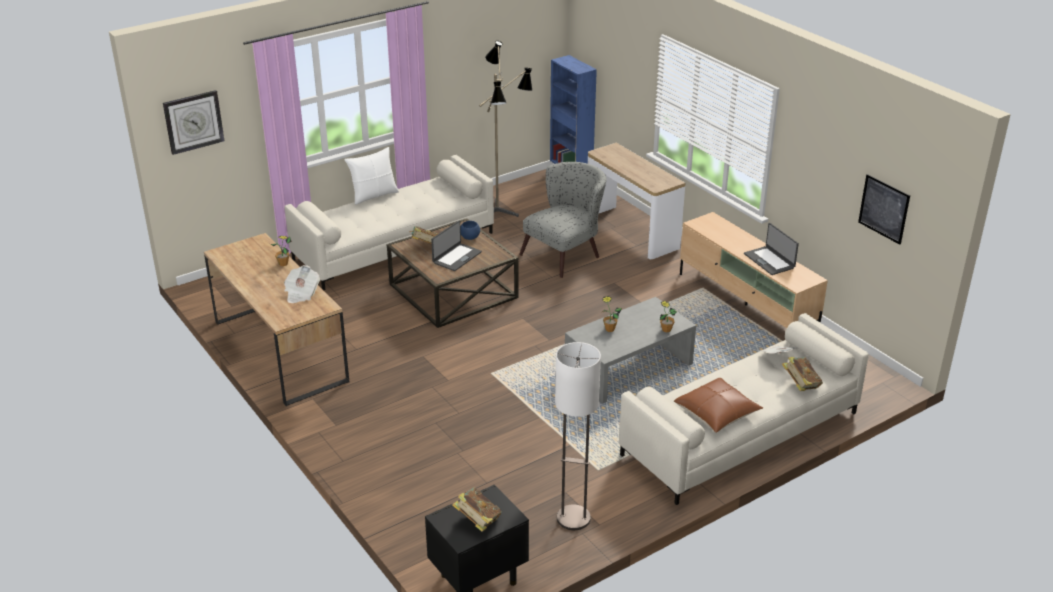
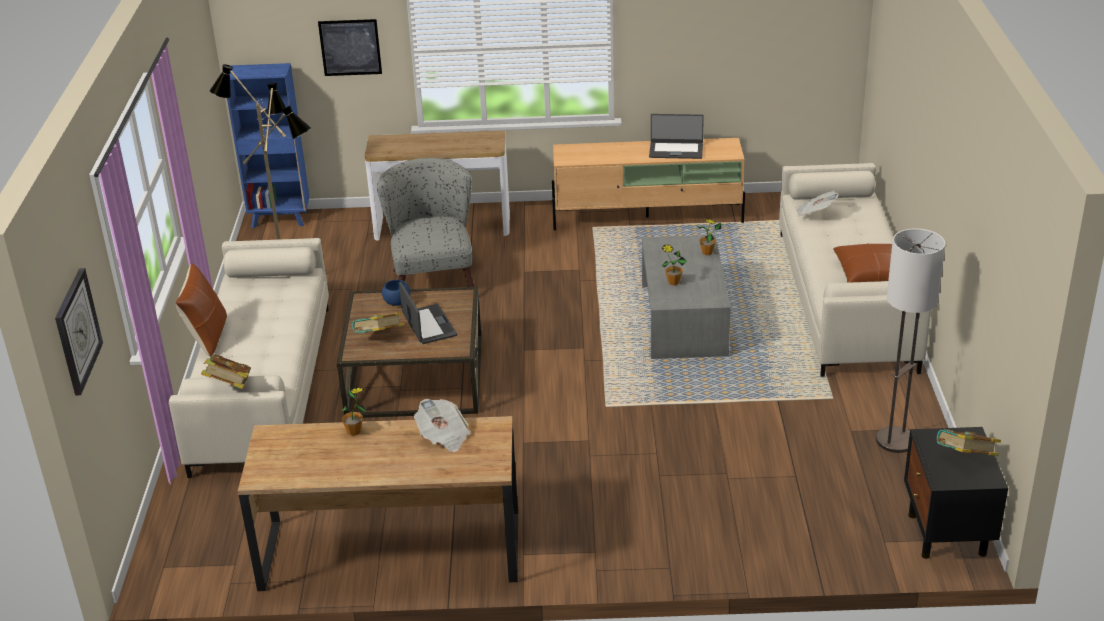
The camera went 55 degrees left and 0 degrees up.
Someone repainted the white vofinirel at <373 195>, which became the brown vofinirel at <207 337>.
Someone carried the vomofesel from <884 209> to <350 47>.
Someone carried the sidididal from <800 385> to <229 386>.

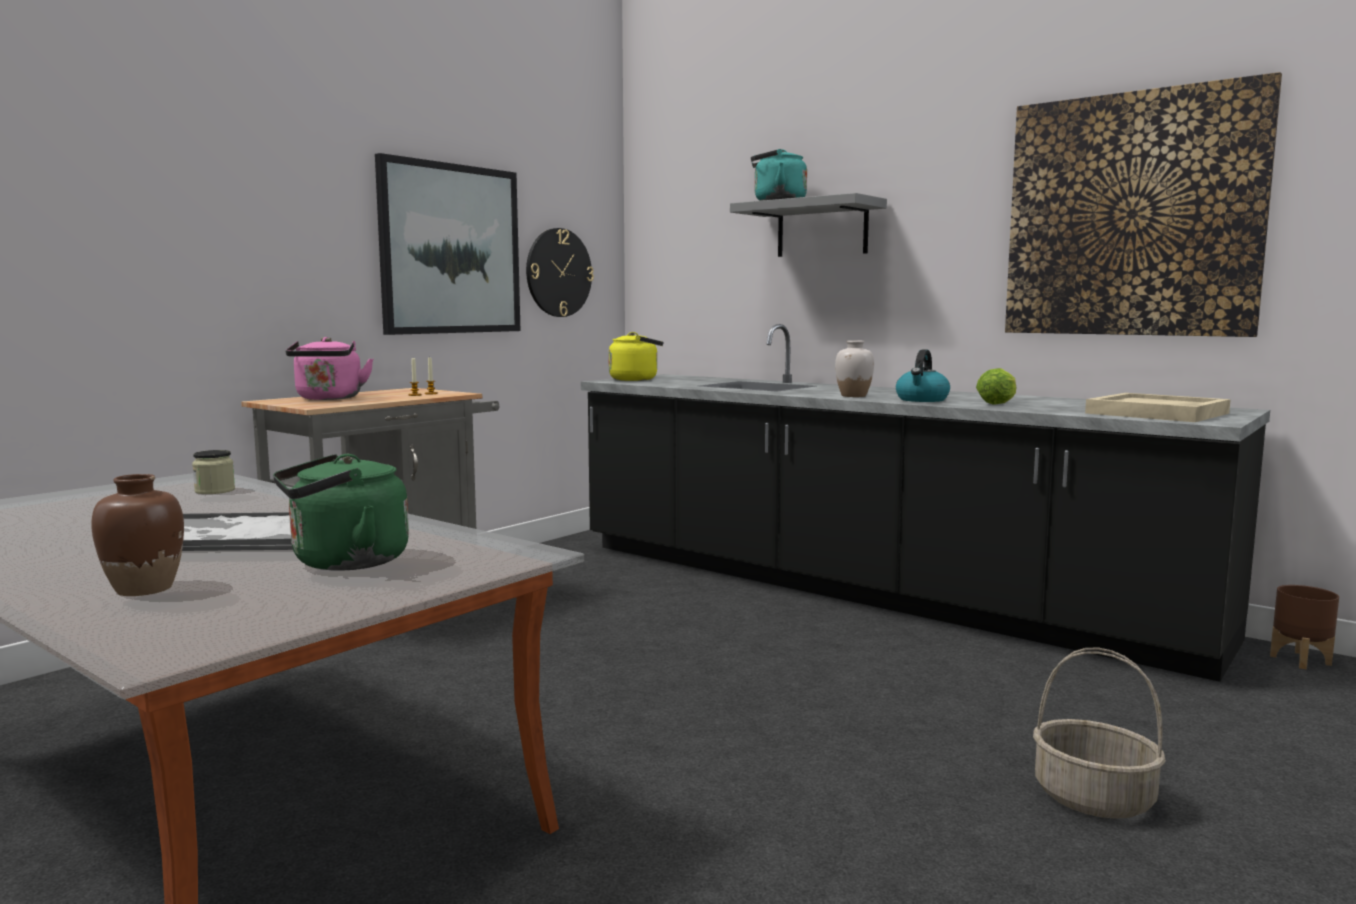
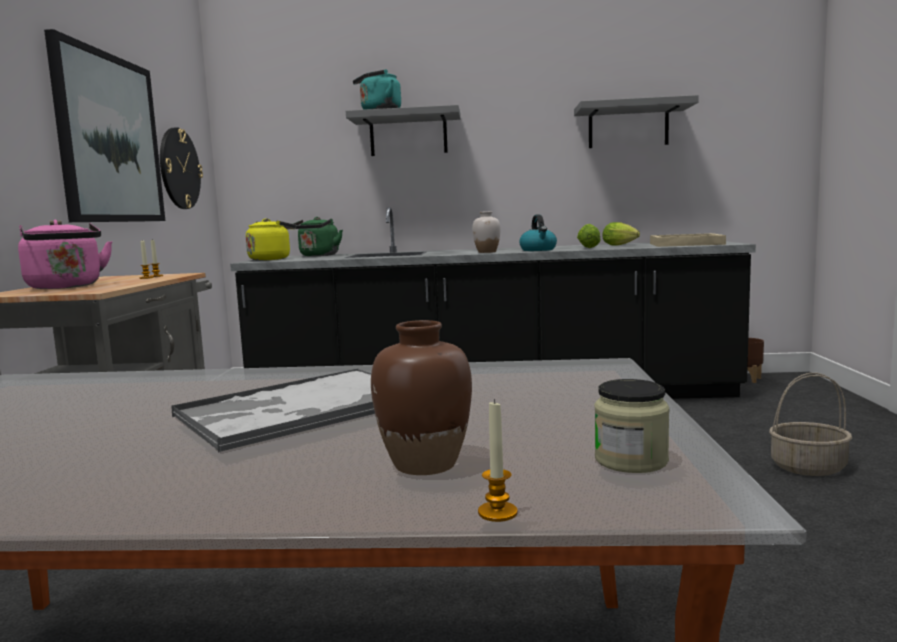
The camera went 35 degrees left and 0 degrees up.
Someone swapped the vomofesel at <1131 215> for the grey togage at <628 126>.
Someone carried the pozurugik from <215 491> to <631 460>.
Someone carried the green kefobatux from <343 563> to <318 255>.
Someone put down the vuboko at <621 245>.
Someone put down the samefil at <497 513>.

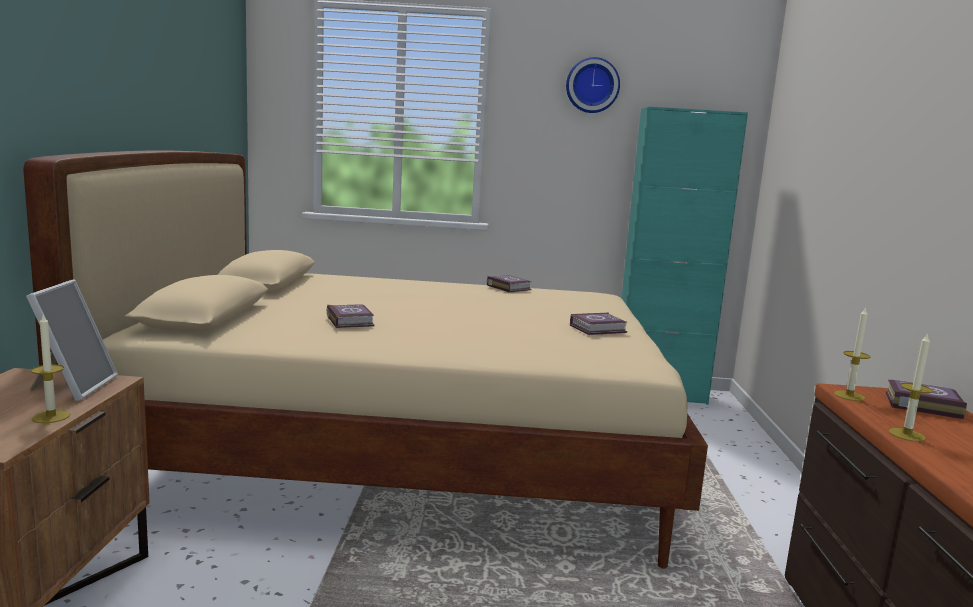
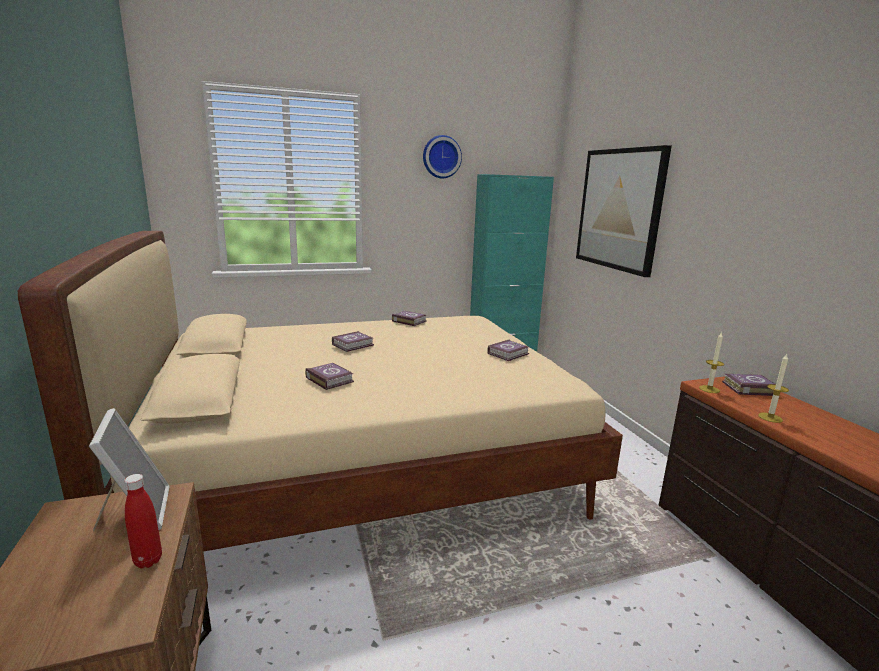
The camera went 20 degrees left and 5 degrees up.
Someone swapped the samefil at <51 417> for the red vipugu at <148 560>.
Someone put up the vomofesel at <619 209>.
Someone put down the sidididal at <354 345>.

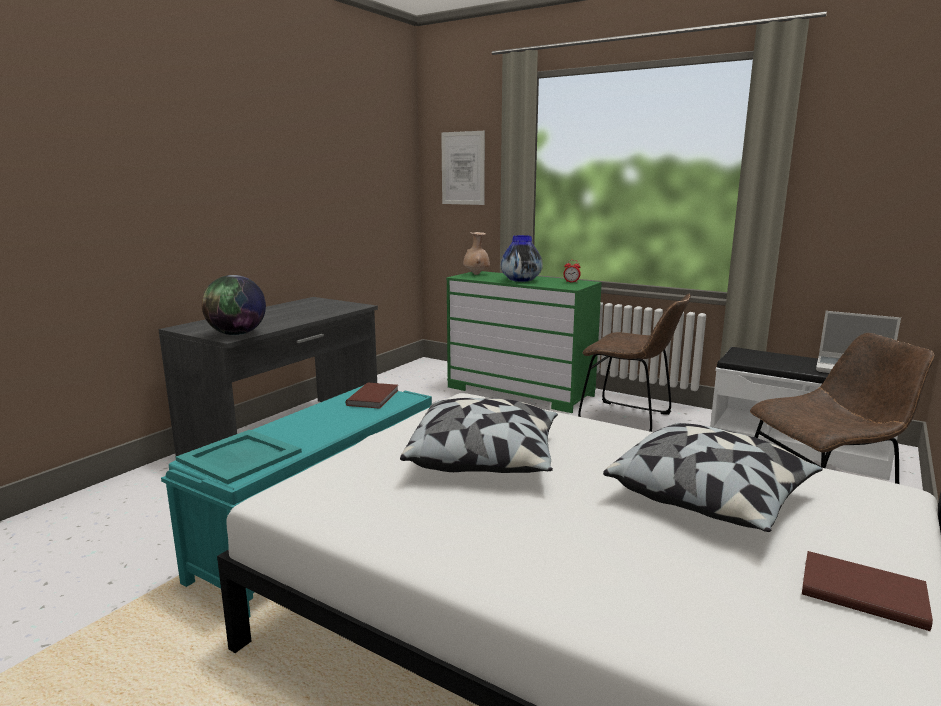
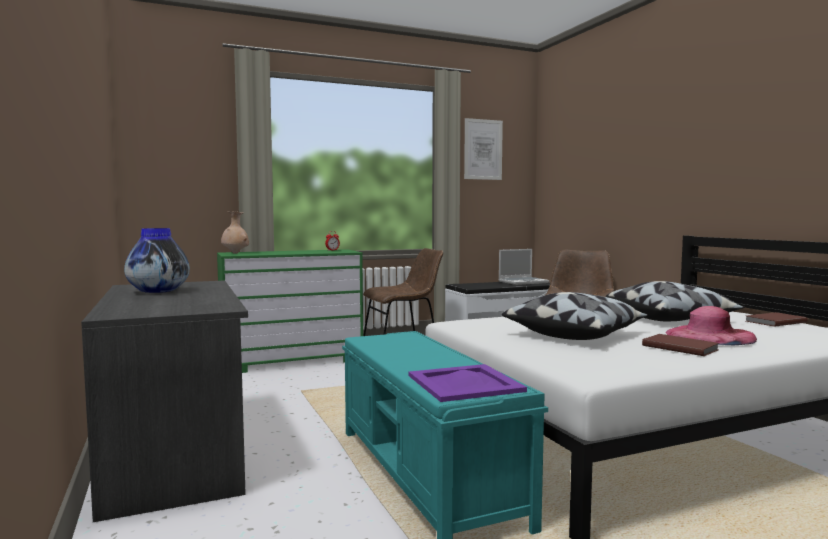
The camera went 55 degrees left and 10 degrees down.
Someone carried the vomofesel from <463 168> to <483 149>.
Someone carried the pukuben from <521 280> to <158 291>.
Someone took away the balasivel at <237 334>.
Someone carried the brown sidididal from <374 397> to <679 347>.
Someone repainted the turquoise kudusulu at <238 456>, which became the purple kudusulu at <464 383>.
Someone put down the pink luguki at <710 335>.

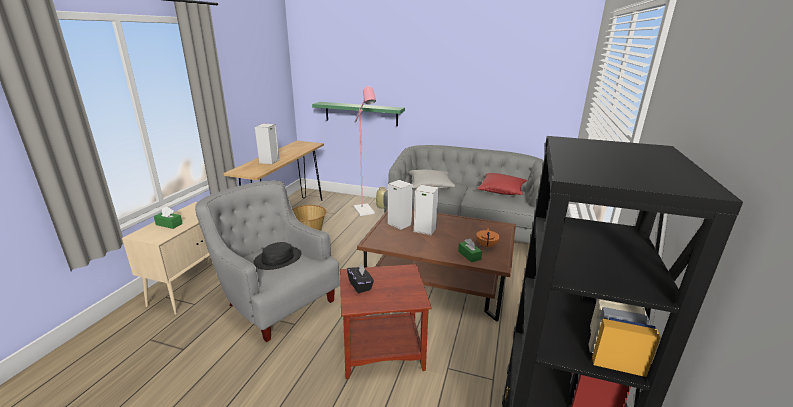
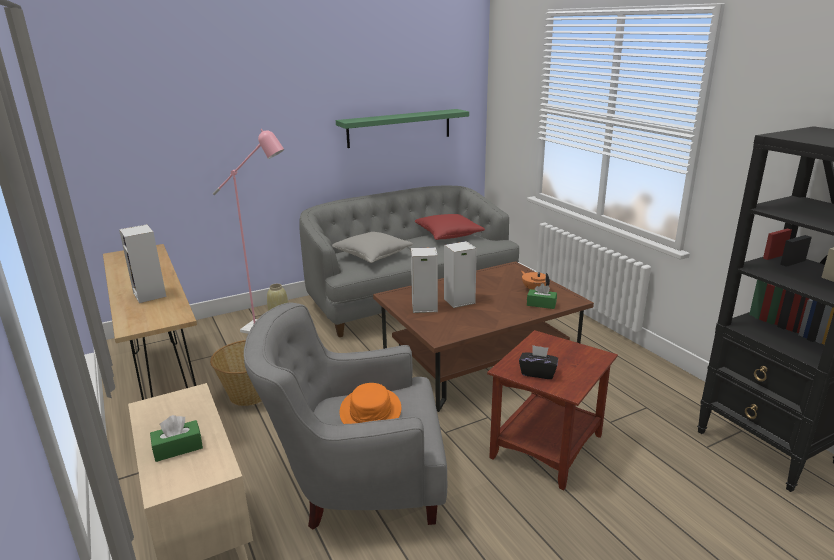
The camera went 45 degrees left and 0 degrees up.
Someone carried the green togage from <361 113> to <399 128>.
Someone repainted the black luguki at <278 259>, which became the orange luguki at <371 411>.

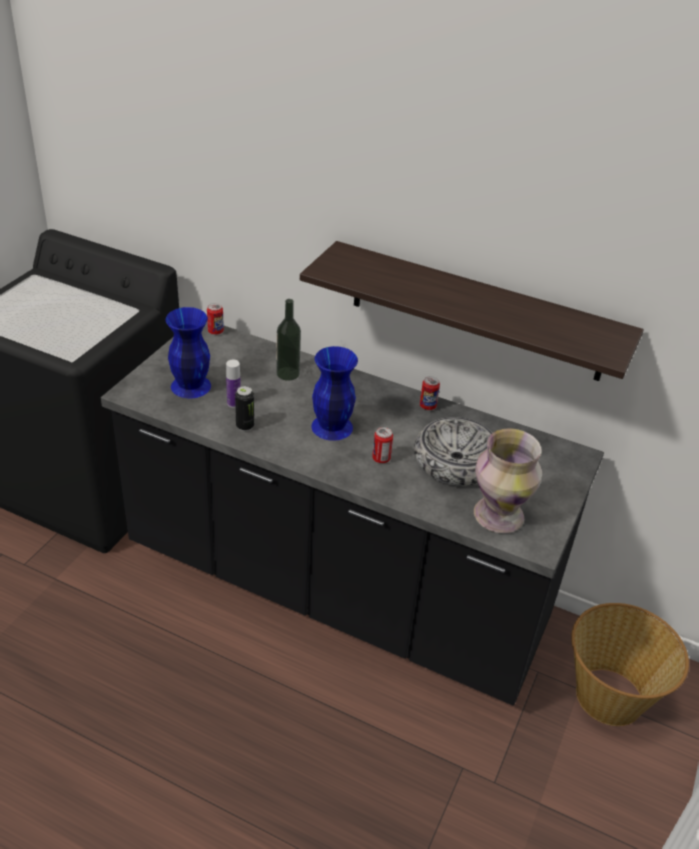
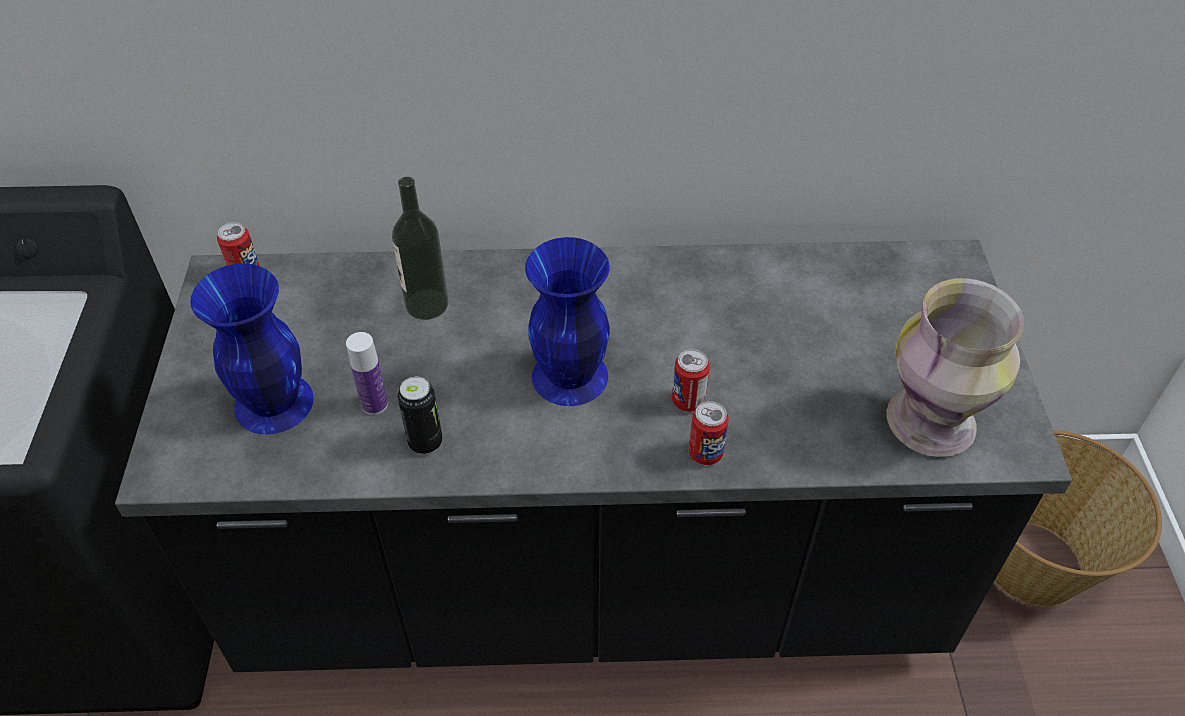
The camera went 25 degrees left and 10 degrees up.
Someone took away the togage at <476 312>.
Someone carried the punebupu from <427 406> to <705 453>.
Someone took away the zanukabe at <455 461>.

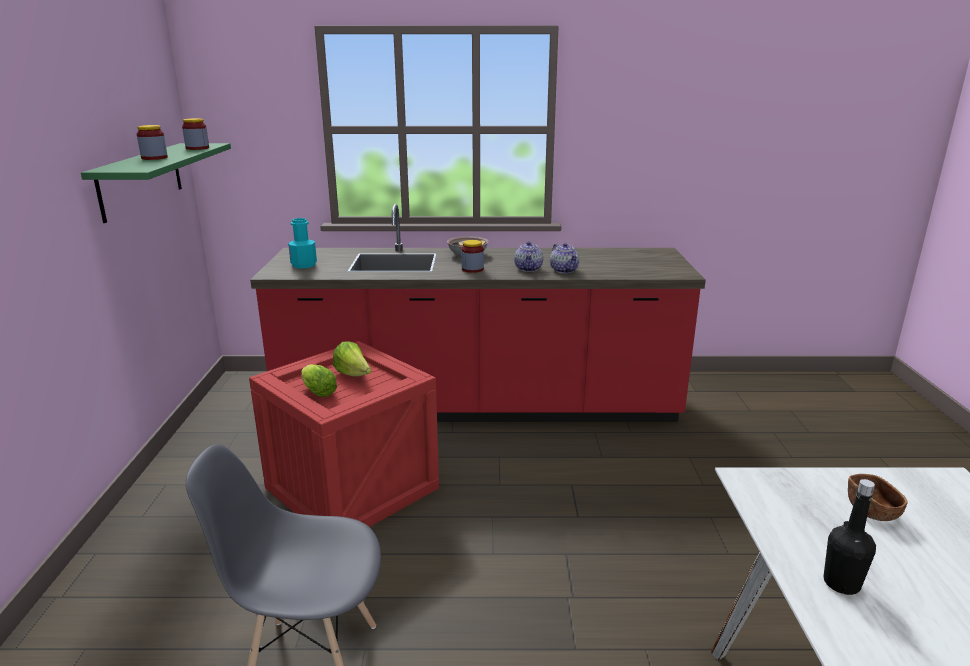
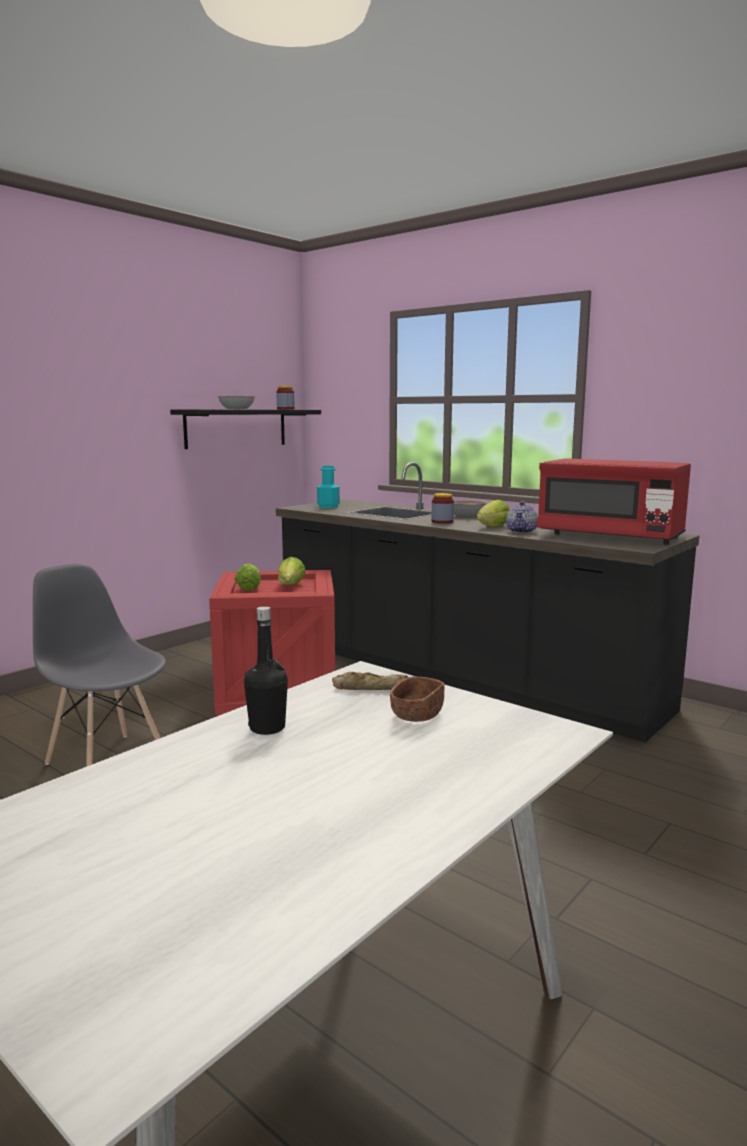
The camera went 40 degrees right and 10 degrees down.
Someone swapped the pozurugik at <154 158> for the zanukabe at <237 409>.
Someone repainted the green togage at <141 180>, which became the black togage at <236 428>.
Someone repainted the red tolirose at <479 407>, which became the black tolirose at <457 675>.
Someone swapped the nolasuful at <529 269> for the vuboko at <491 527>.
Someone put down the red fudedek at <610 536>.
Someone put down the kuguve at <373 688>.

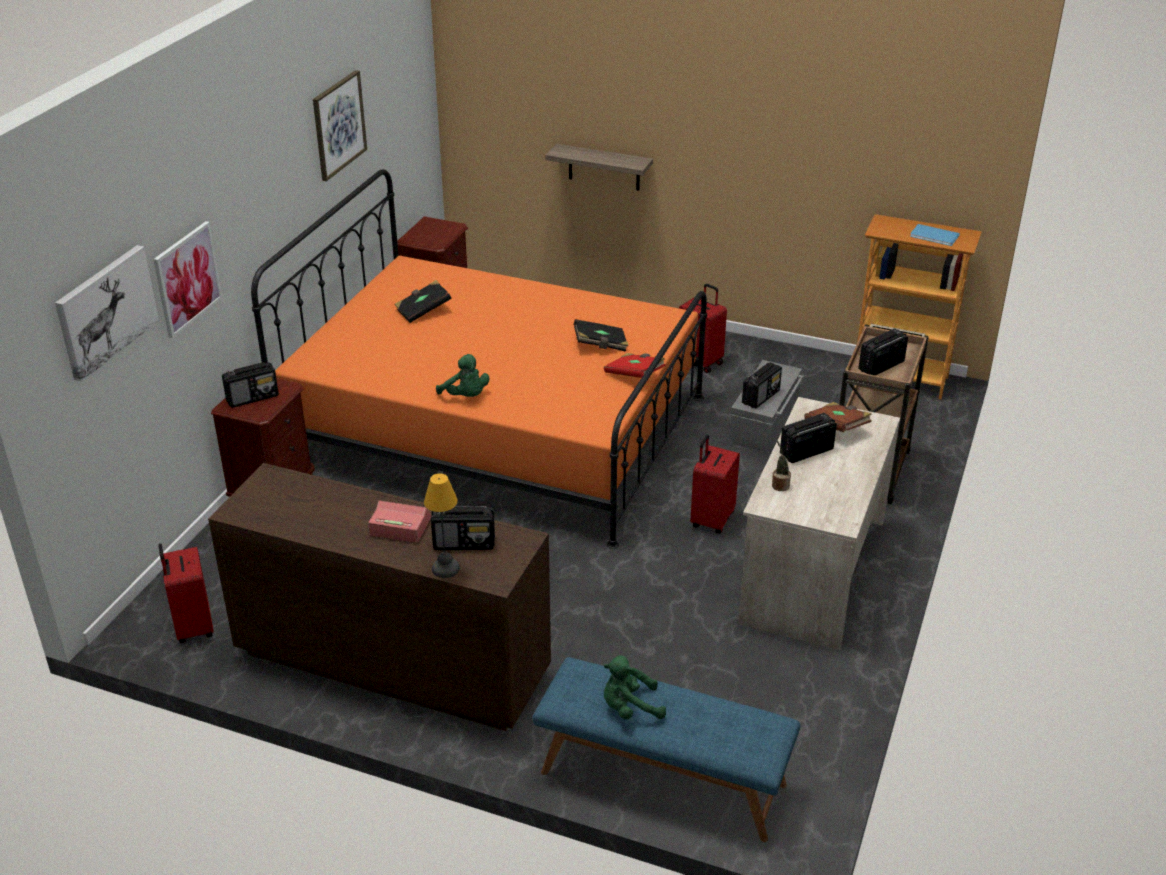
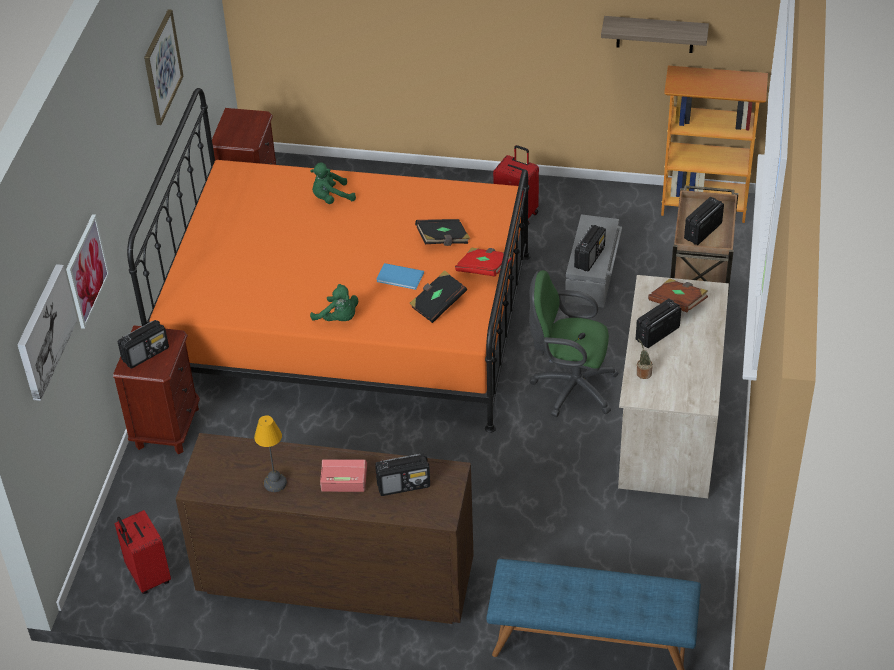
The camera went 10 degrees left and 10 degrees up.
Someone carried the togage from <604 167> to <655 34>.
Someone carried the blue sidididal from <935 236> to <401 278>.
Someone carried the black sidididal from <423 311> to <438 304>.
Someone swapped the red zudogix at <711 520> for the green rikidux at <570 387>.
Someone carried the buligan from <445 569> to <275 483>.
Someone carried the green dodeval from <629 708> to <331 198>.

